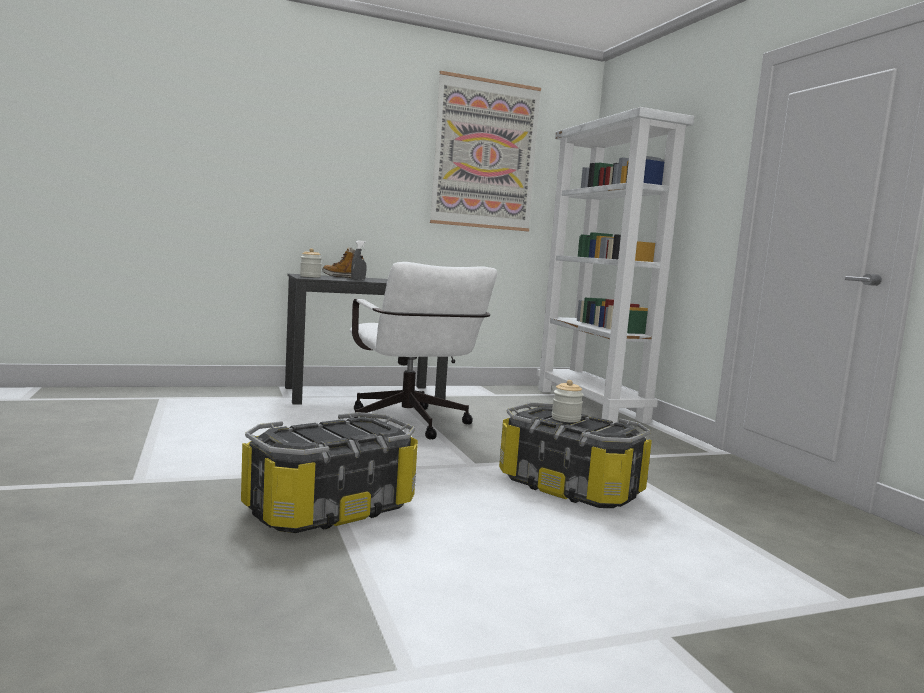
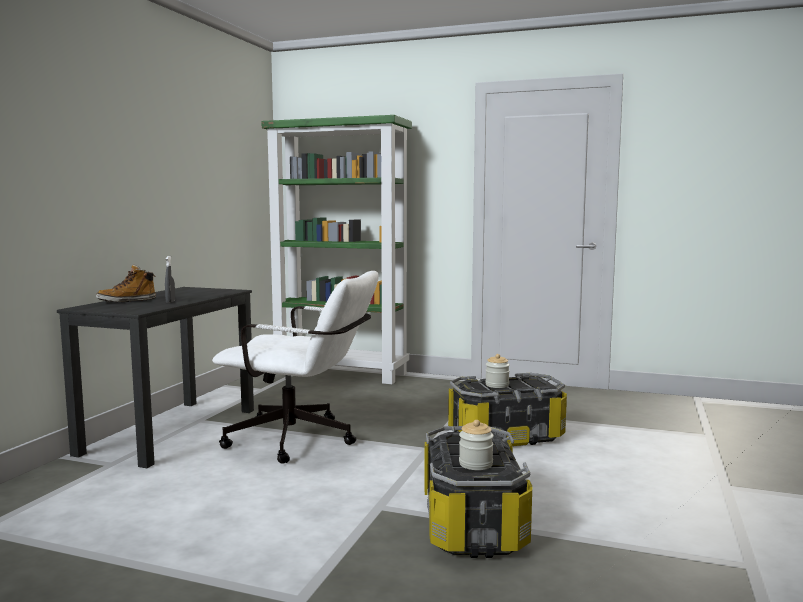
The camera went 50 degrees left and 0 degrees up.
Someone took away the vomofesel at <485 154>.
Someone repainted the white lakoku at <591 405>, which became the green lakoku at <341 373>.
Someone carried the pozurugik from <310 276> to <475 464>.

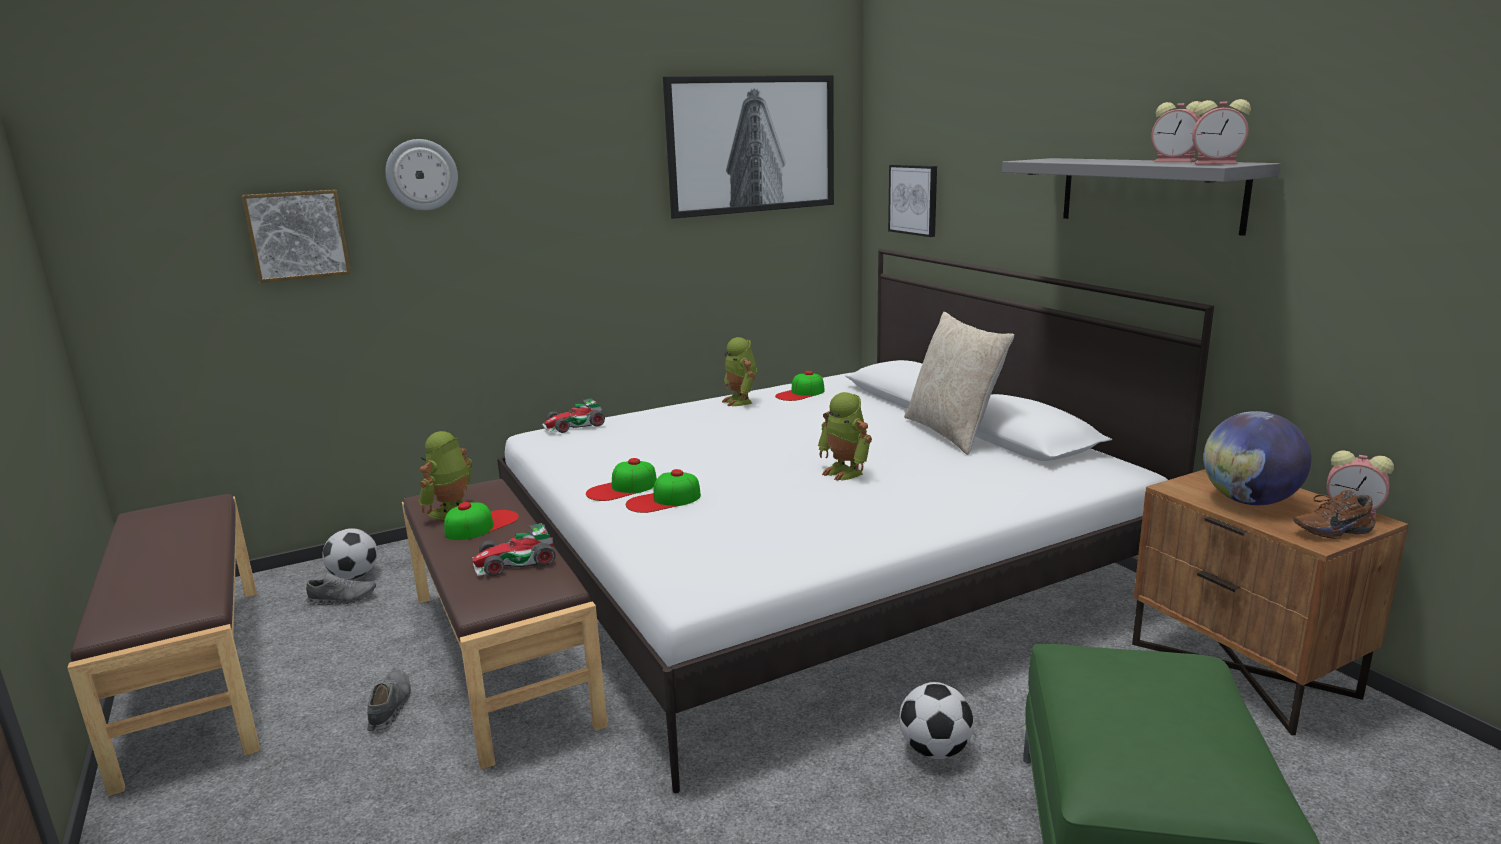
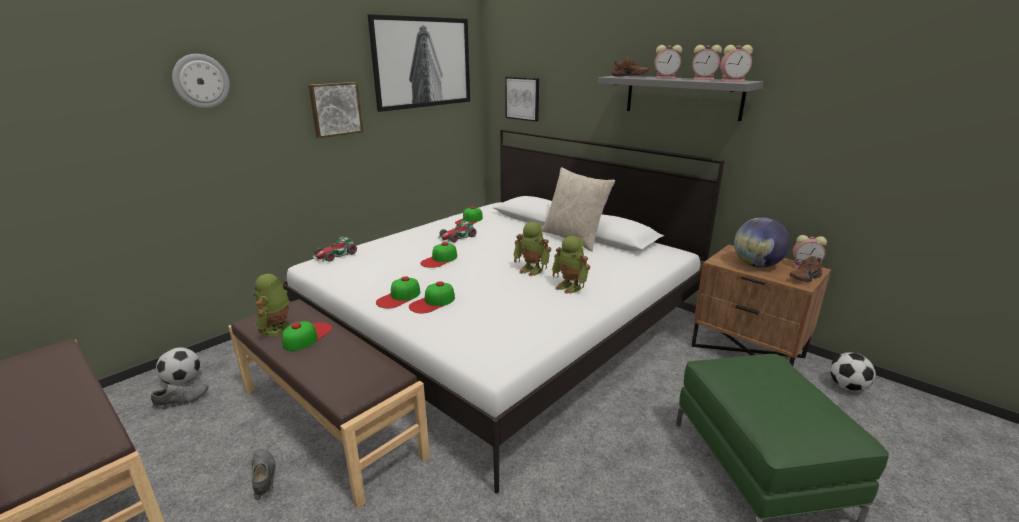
The camera went 20 degrees left and 5 degrees up.
Someone carried the vomofesel from <297 235> to <335 109>.
Someone carried the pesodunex from <741 401> to <570 287>.
Someone carried the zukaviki from <515 562> to <457 237>.
Someone carried the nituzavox from <934 750> to <847 387>.
Someone put down the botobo at <666 78>.
Someone put down the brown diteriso at <629 76>.
Someone put down the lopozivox at <439 260>.

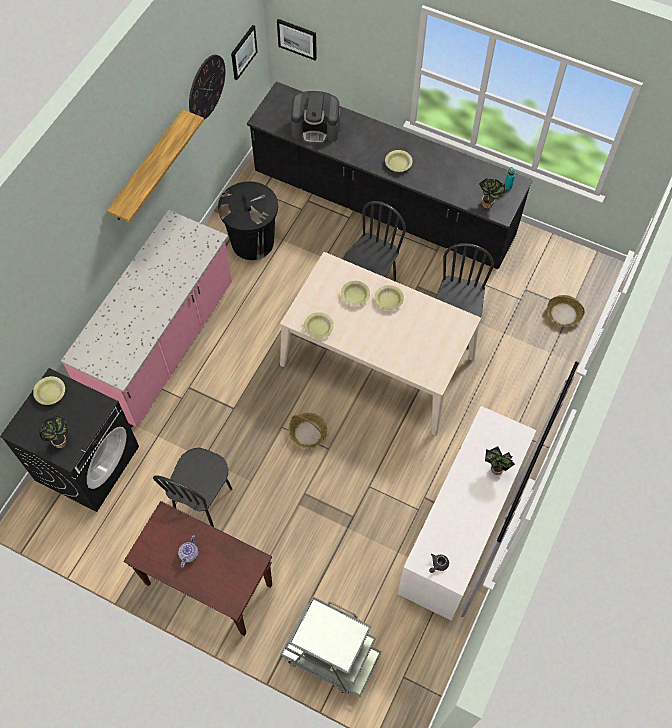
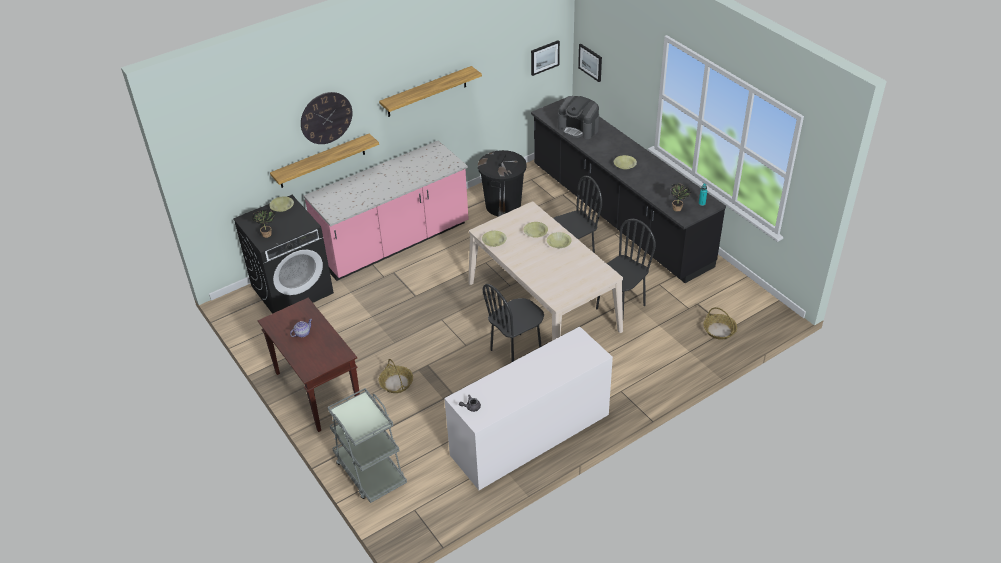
The camera went 30 degrees right and 20 degrees down.
Someone carried the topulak from <206 87> to <326 118>.
Someone carried the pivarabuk from <307 433> to <396 383>.
Someone took away the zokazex at <495 469>.
Someone carried the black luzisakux from <204 500> to <516 352>.
Someone put up the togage at <322 161>.

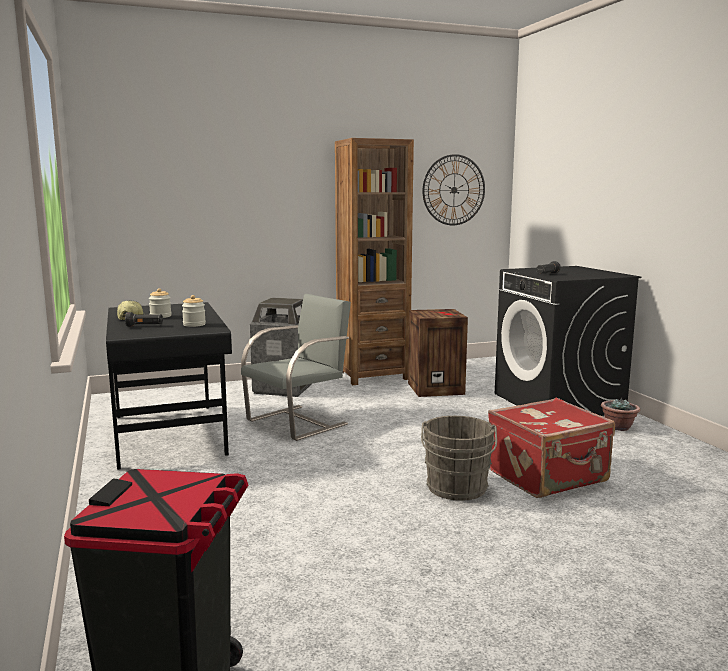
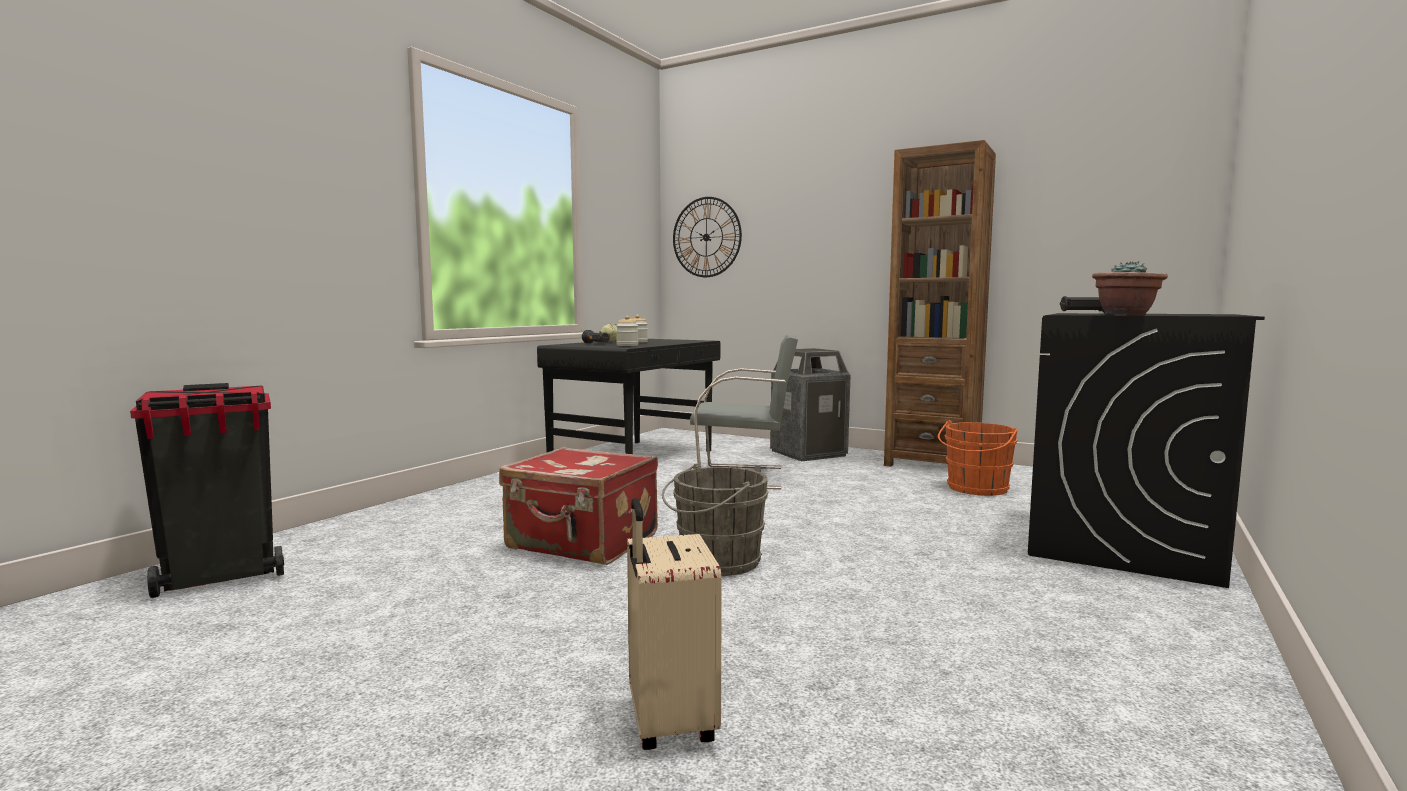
The camera went 50 degrees right and 5 degrees down.
Someone carried the topulak from <454 190> to <706 237>.
Someone swapped the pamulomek at <436 388> for the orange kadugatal at <976 489>.
Someone carried the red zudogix from <548 476> to <582 543>.
Someone carried the zokazex from <618 427> to <1126 314>.
Someone put down the beige zudogix at <668 722>.

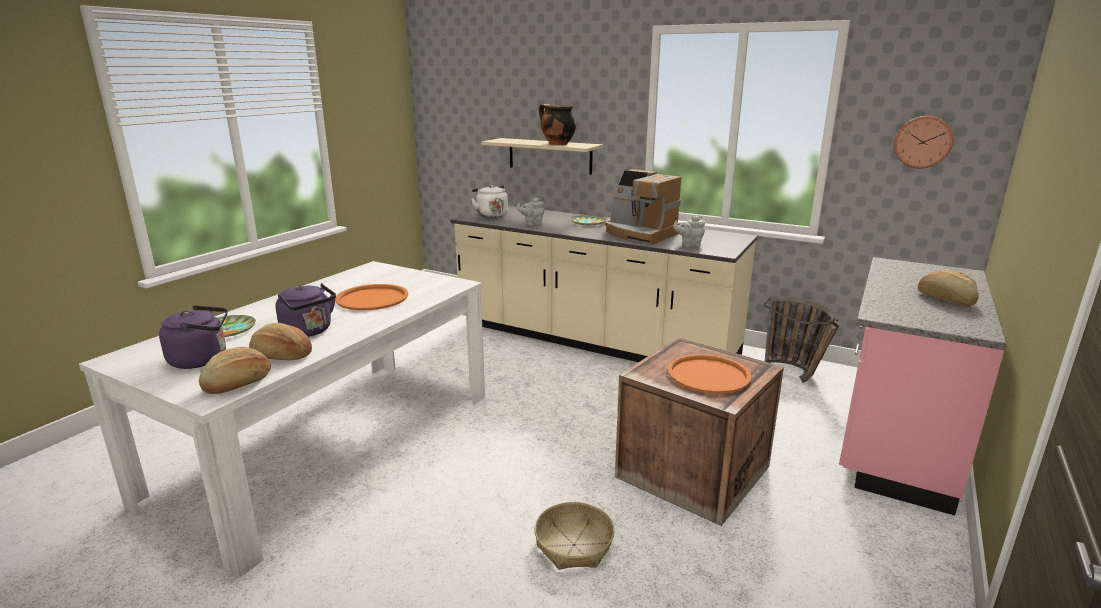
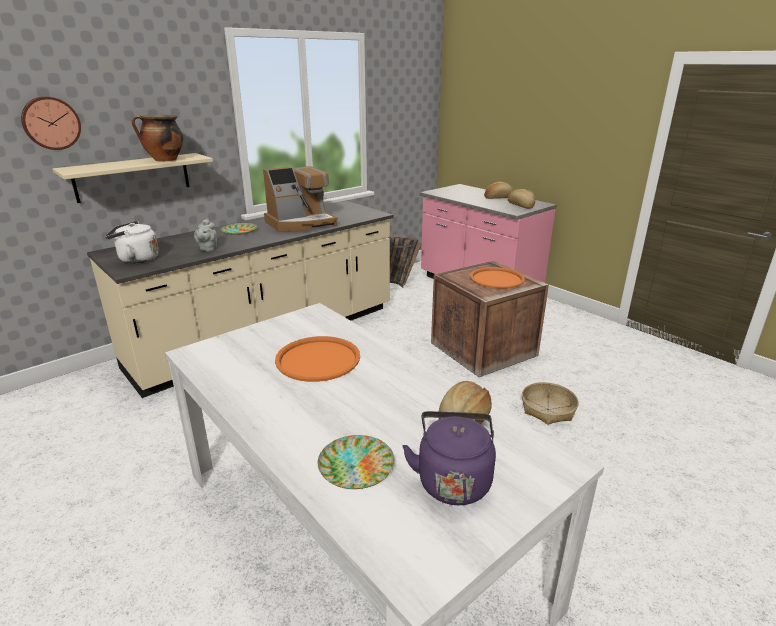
The camera went 70 degrees left and 5 degrees up.
Someone carried the topulak from <923 142> to <51 123>.
Someone took away the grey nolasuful at <689 245>.
Someone took away the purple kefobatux at <309 331>.
Someone carried the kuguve from <238 383> to <520 206>.

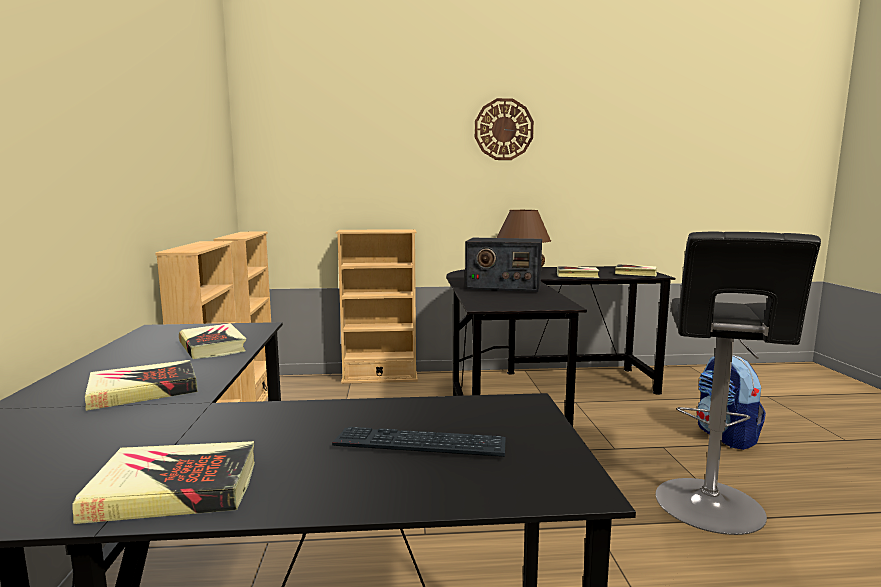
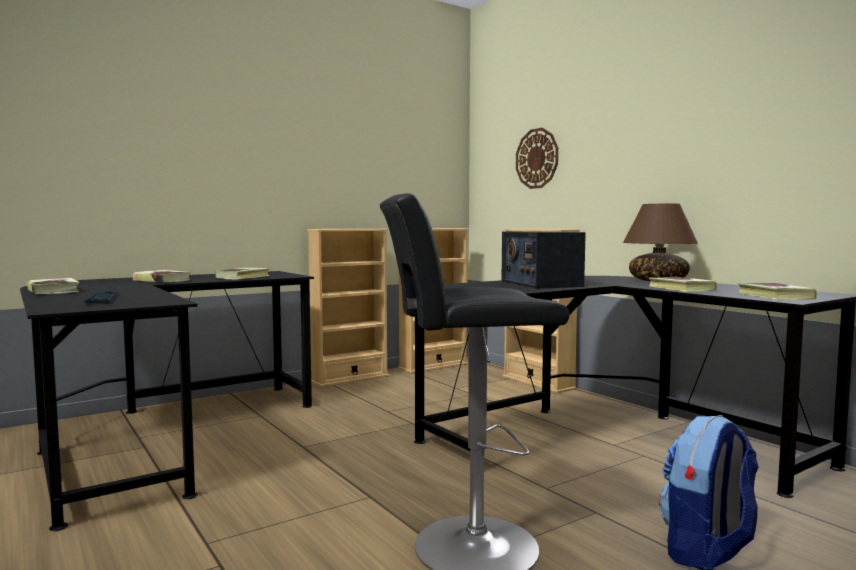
The camera went 60 degrees right and 5 degrees down.
Someone carried the topulak from <503 129> to <537 158>.

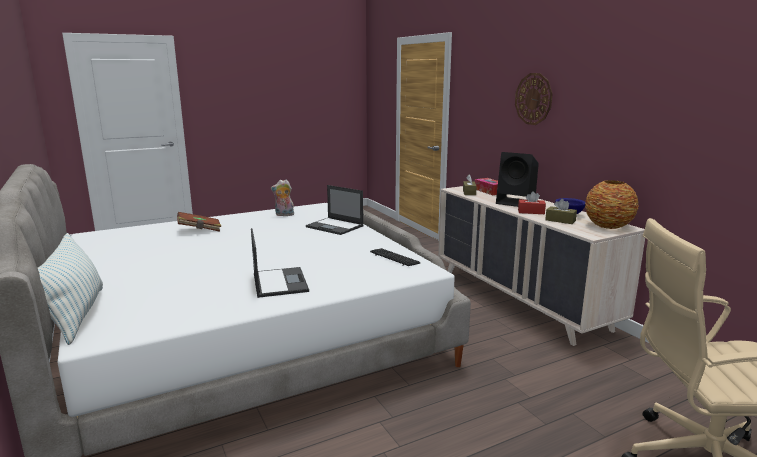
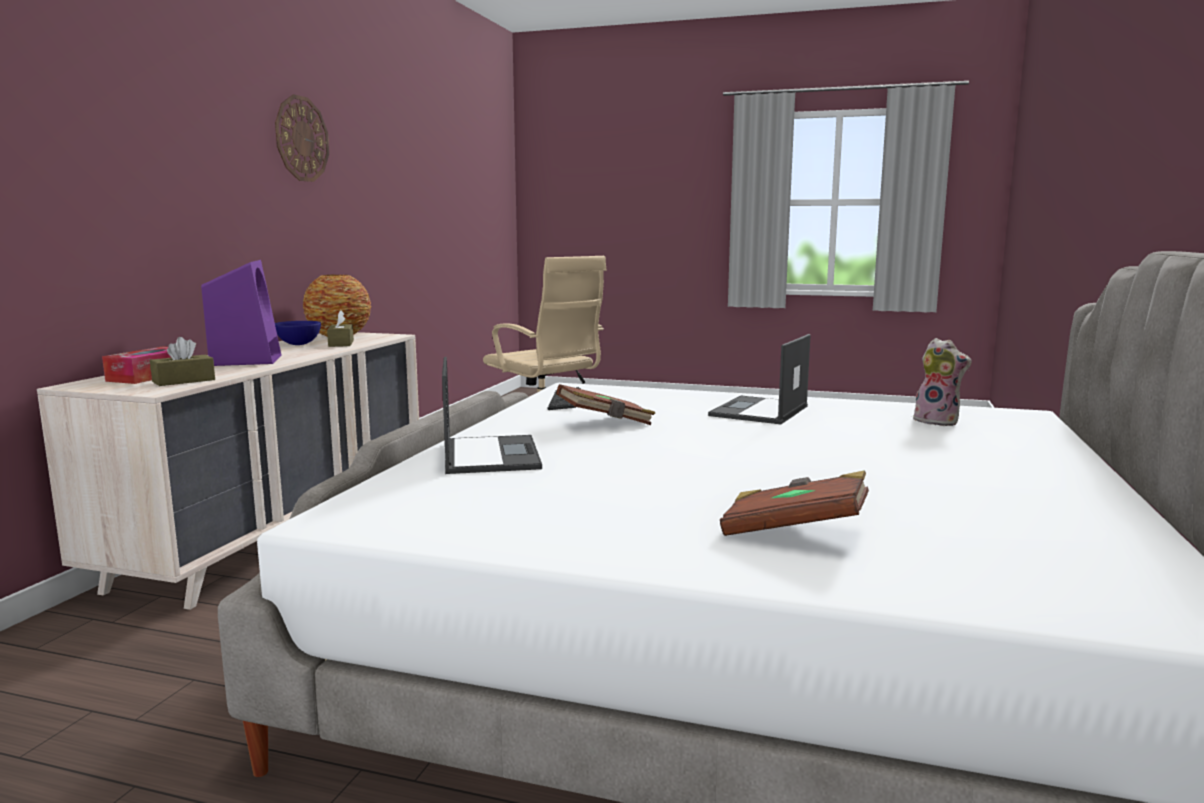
The camera went 135 degrees left and 5 degrees down.
Someone carried the topulak from <533 99> to <301 139>.
Someone repainted the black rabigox at <516 202>, which became the purple rabigox at <246 360>.
Someone carried the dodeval from <284 215> to <938 421>.
Someone took away the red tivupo at <531 212>.
Someone took away the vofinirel at <76 315>.
Someone put down the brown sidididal at <605 423>.

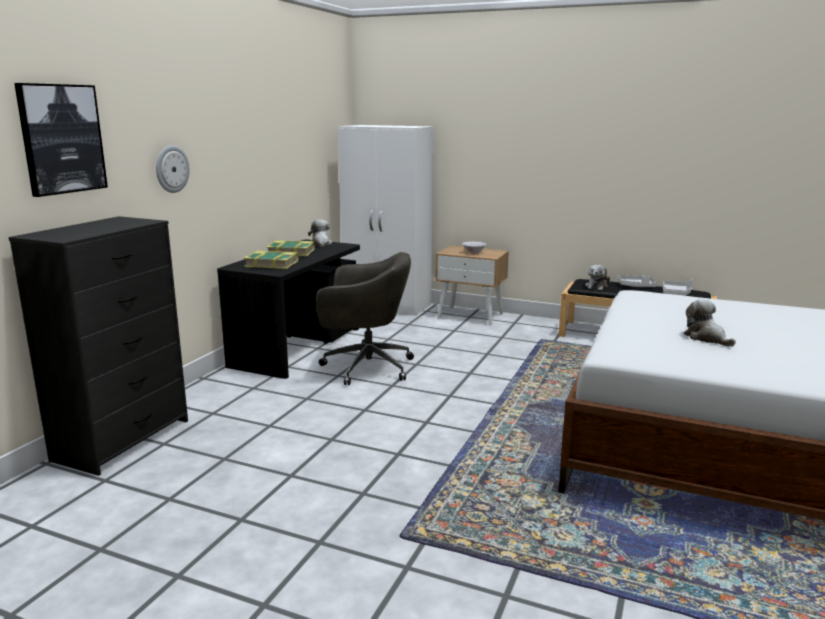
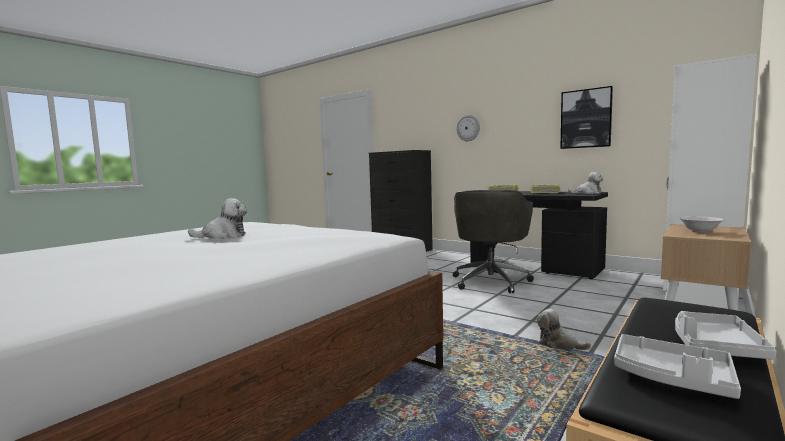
The camera went 105 degrees right and 10 degrees down.
Someone carried the vomofesel from <62 139> to <586 118>.
Someone carried the dodeval from <596 286> to <558 344>.

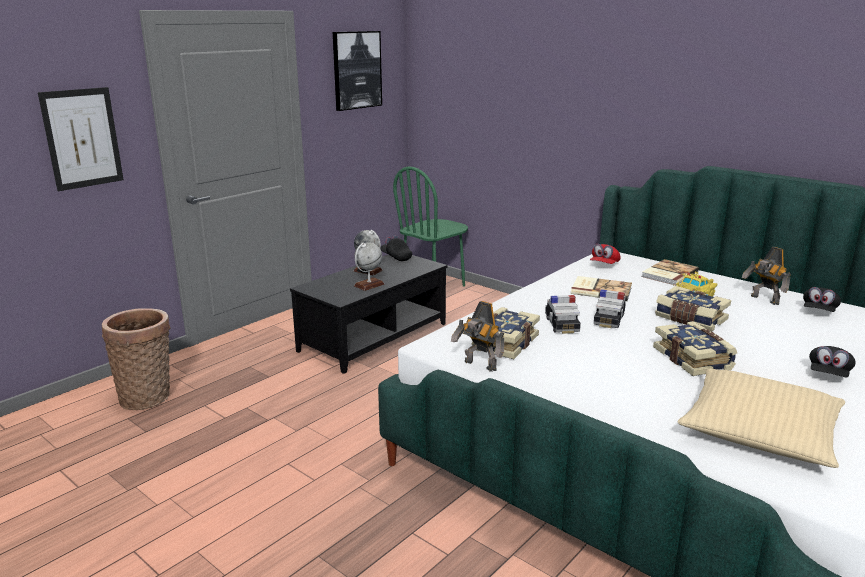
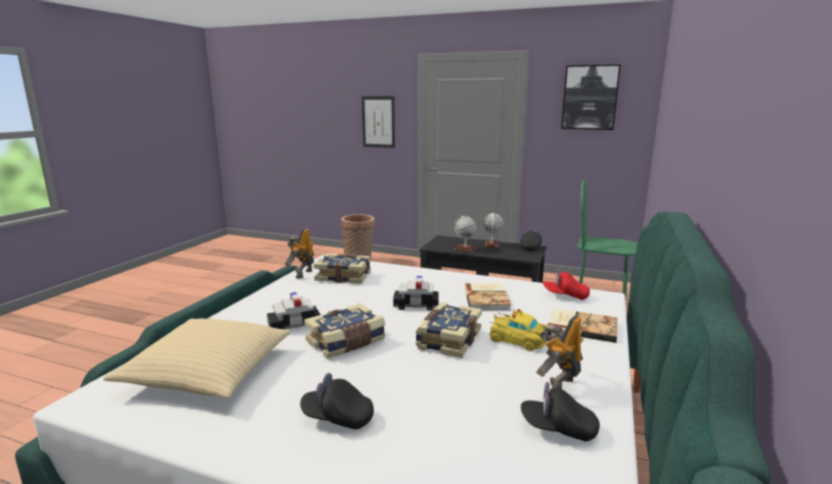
The camera went 70 degrees right and 5 degrees down.
Someone carried the zukaviki from <561 324> to <294 325>.

